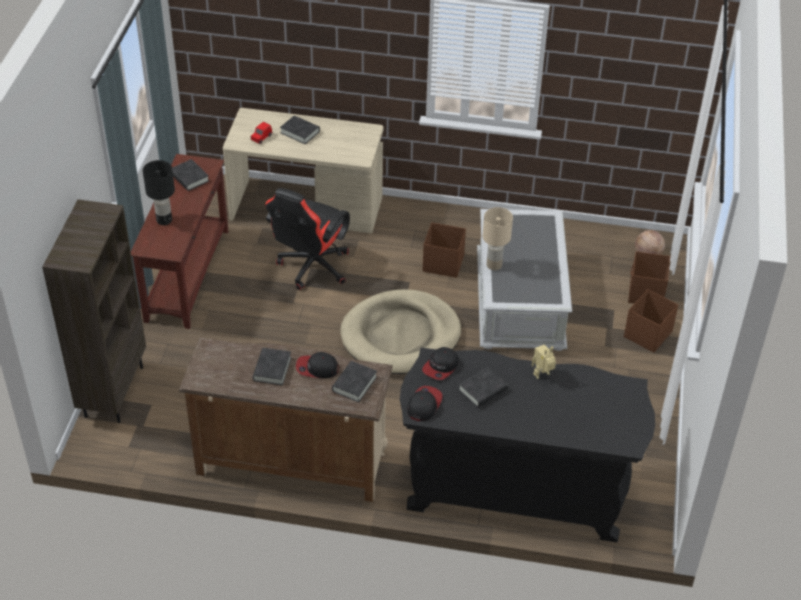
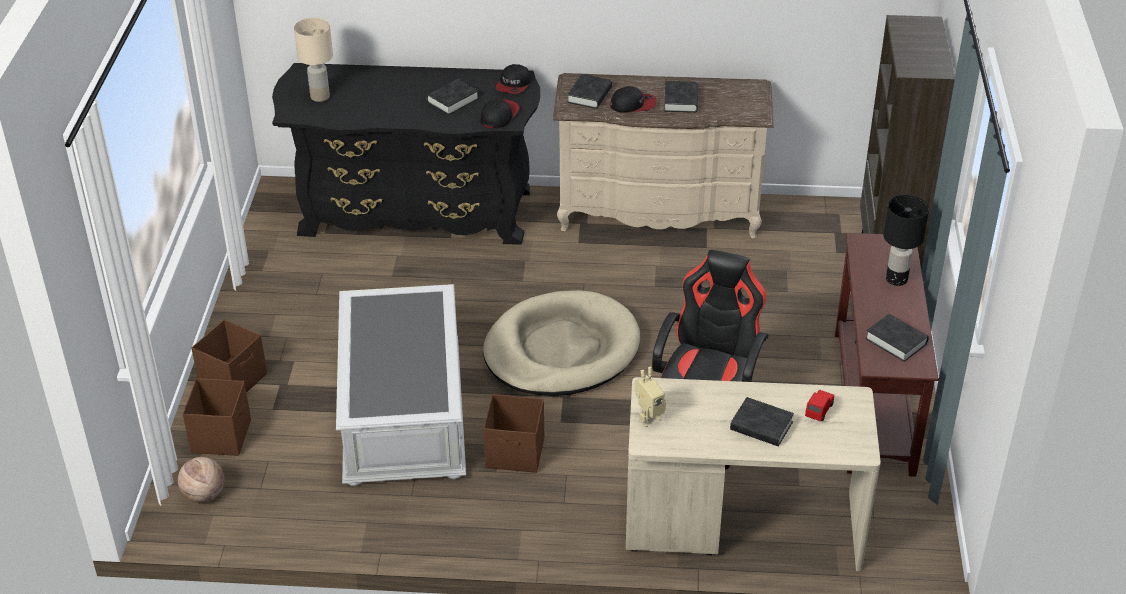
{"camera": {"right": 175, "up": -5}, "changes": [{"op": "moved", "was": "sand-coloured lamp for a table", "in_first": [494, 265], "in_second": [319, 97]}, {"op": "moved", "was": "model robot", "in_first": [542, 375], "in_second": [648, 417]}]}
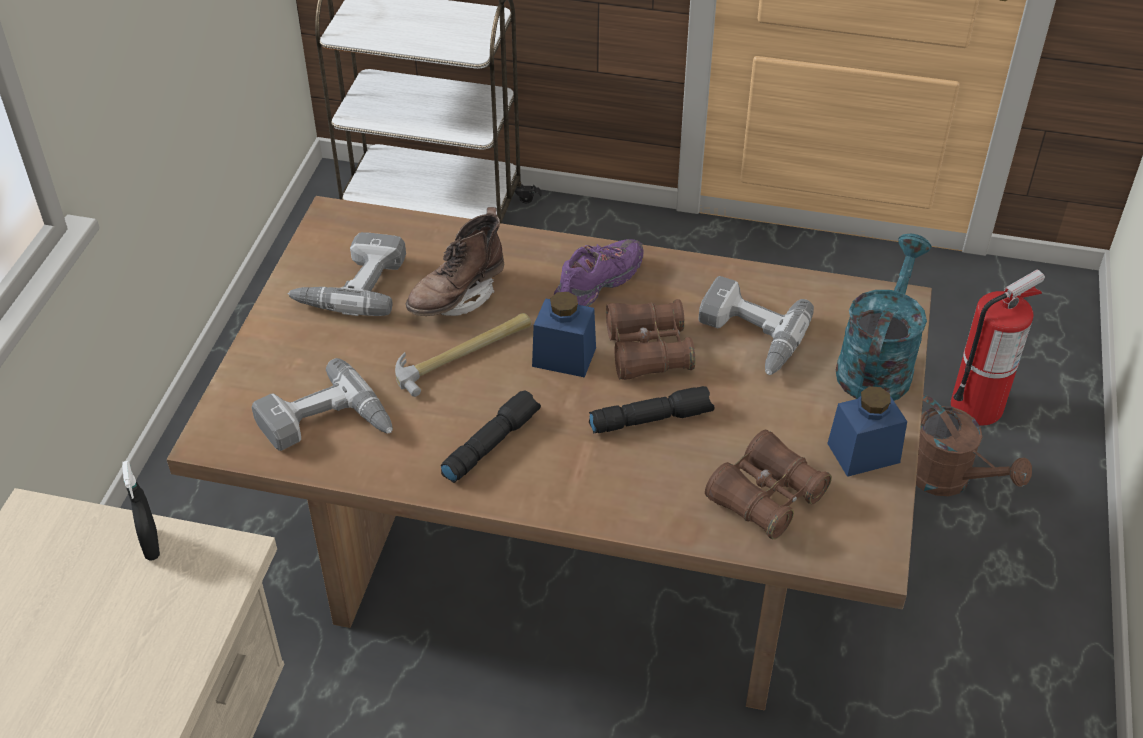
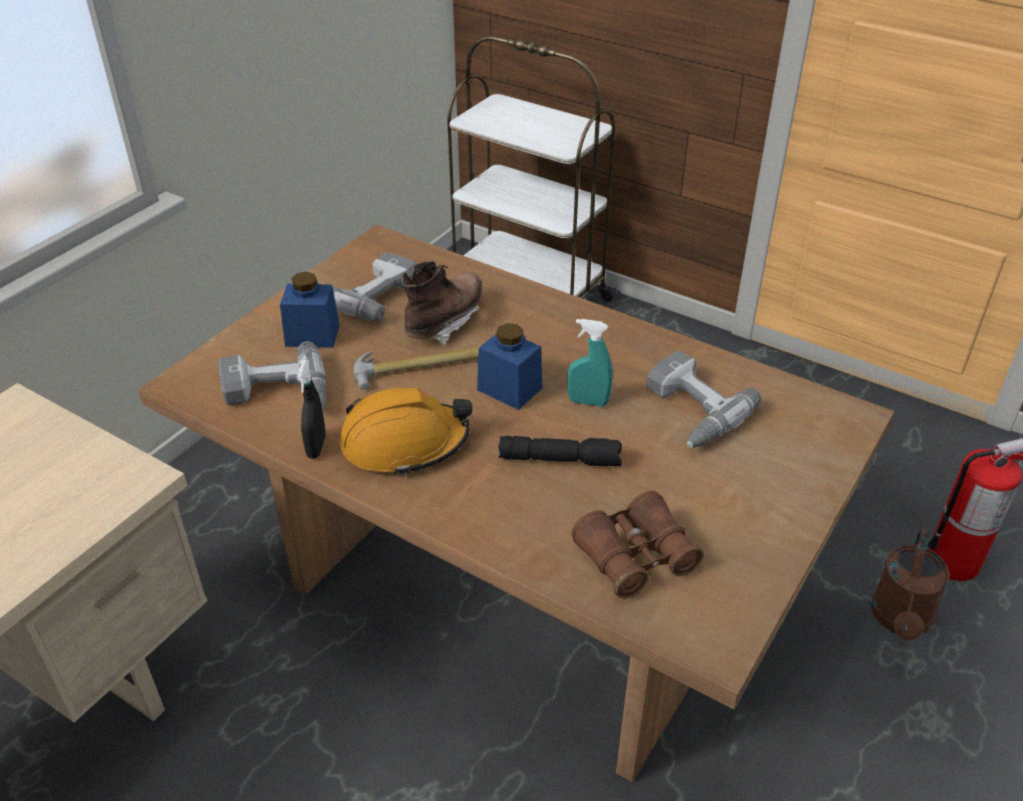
{"camera": {"right": 20, "up": -5}, "changes": [{"op": "moved", "was": "black-coloured sprayer", "in_first": [151, 545], "in_second": [316, 447]}, {"op": "turned", "was": "brown-coloured boot", "in_first": [457, 297], "in_second": [444, 321], "clockwise": 150}, {"op": "replaced", "was": "black-coloured hand torch", "now": "orangey hard hat", "in_first": [490, 443], "in_second": [404, 443]}, {"op": "removed", "was": "purple-coloured shoe", "in_first": [598, 284]}, {"op": "replaced", "was": "brown-coloured field glasses", "now": "turquoise sprayer", "in_first": [648, 351], "in_second": [588, 402]}, {"op": "moved", "was": "blue preserve jar", "in_first": [863, 453], "in_second": [312, 335]}, {"op": "removed", "was": "turquoise watering can", "in_first": [877, 363]}, {"op": "turned", "was": "brown-coloured watering can", "in_first": [949, 480], "in_second": [900, 621], "clockwise": 45}]}
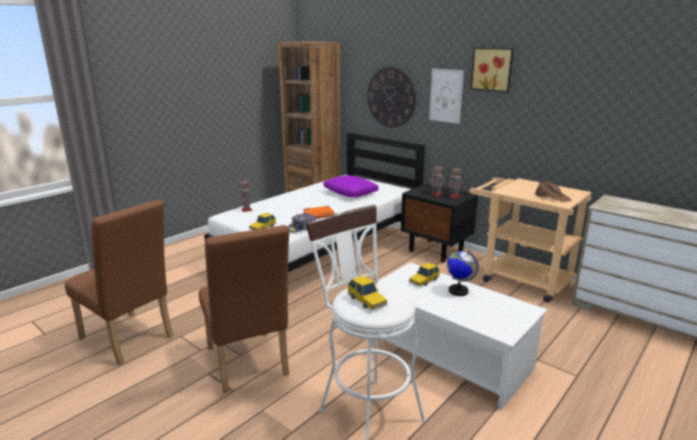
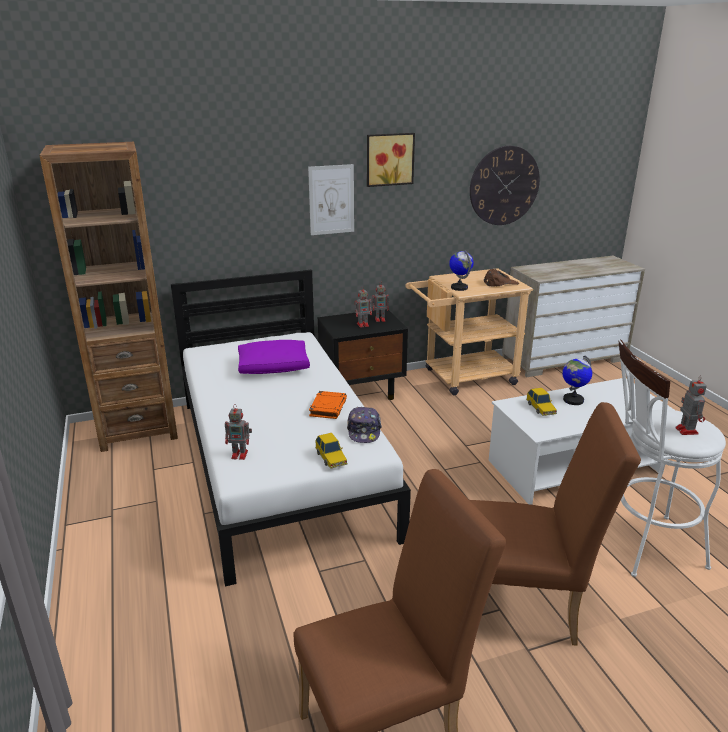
{"camera": {"right": -60, "up": 5}, "changes": [{"op": "replaced", "was": "model car", "now": "model robot", "in_first": [367, 300], "in_second": [686, 430]}, {"op": "moved", "was": "clock on the wall", "in_first": [391, 97], "in_second": [504, 186]}, {"op": "added", "now": "globe", "in_second": [459, 287]}]}
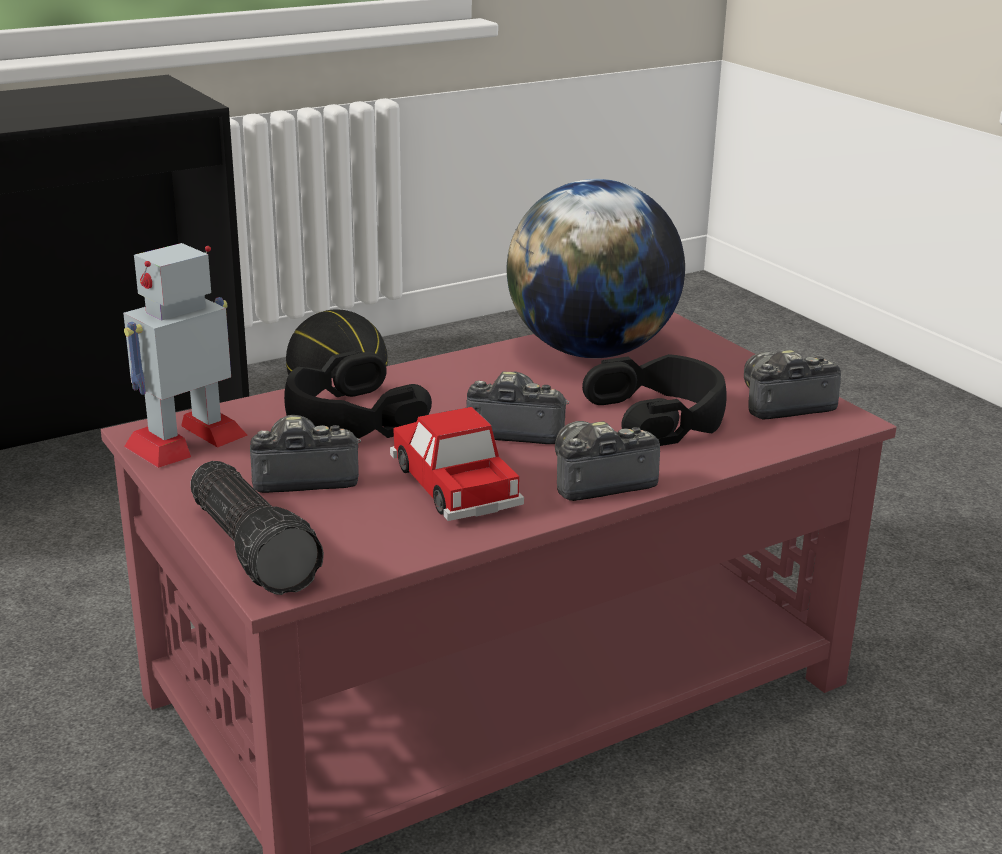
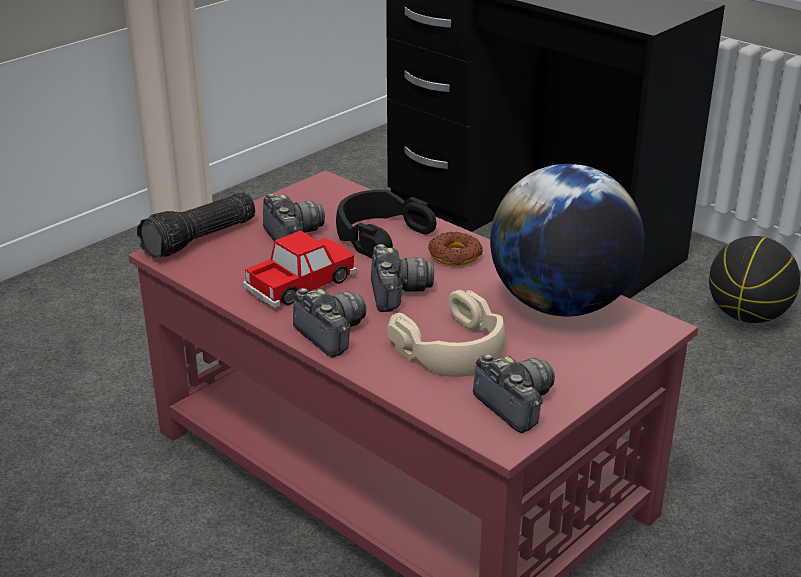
{"camera": {"right": 75, "up": 5}, "changes": [{"op": "removed", "was": "model robot", "in_first": [187, 440]}, {"op": "recoloured", "was": "black-coloured pair of headphones", "now": "sand-coloured pair of headphones", "in_first": [660, 416], "in_second": [452, 348]}, {"op": "added", "now": "ring doughnut", "in_second": [455, 255]}]}
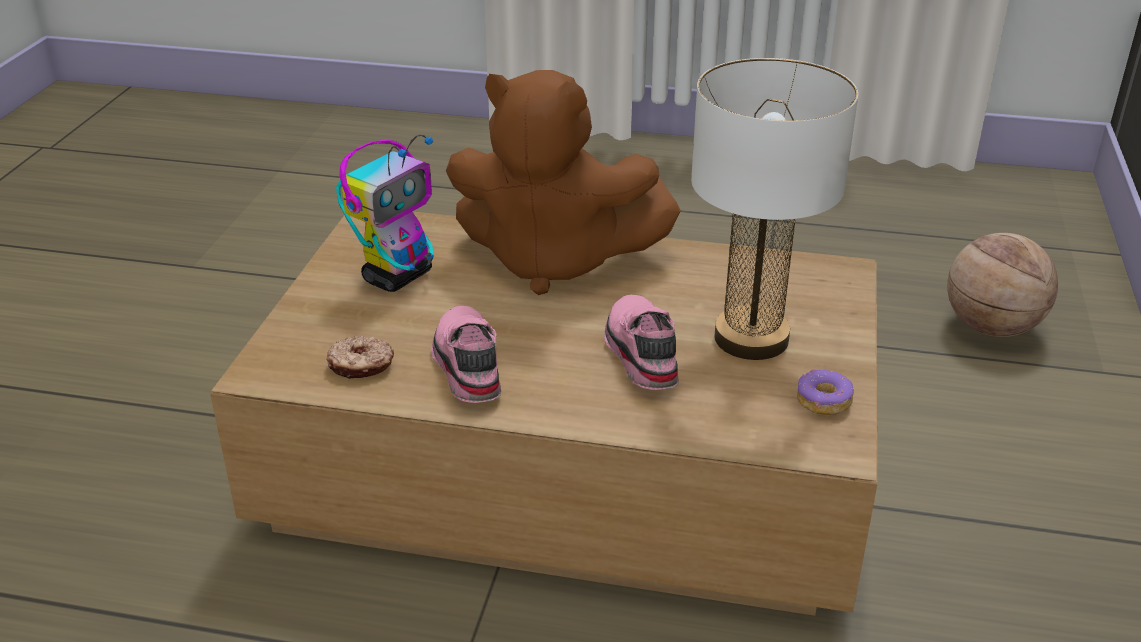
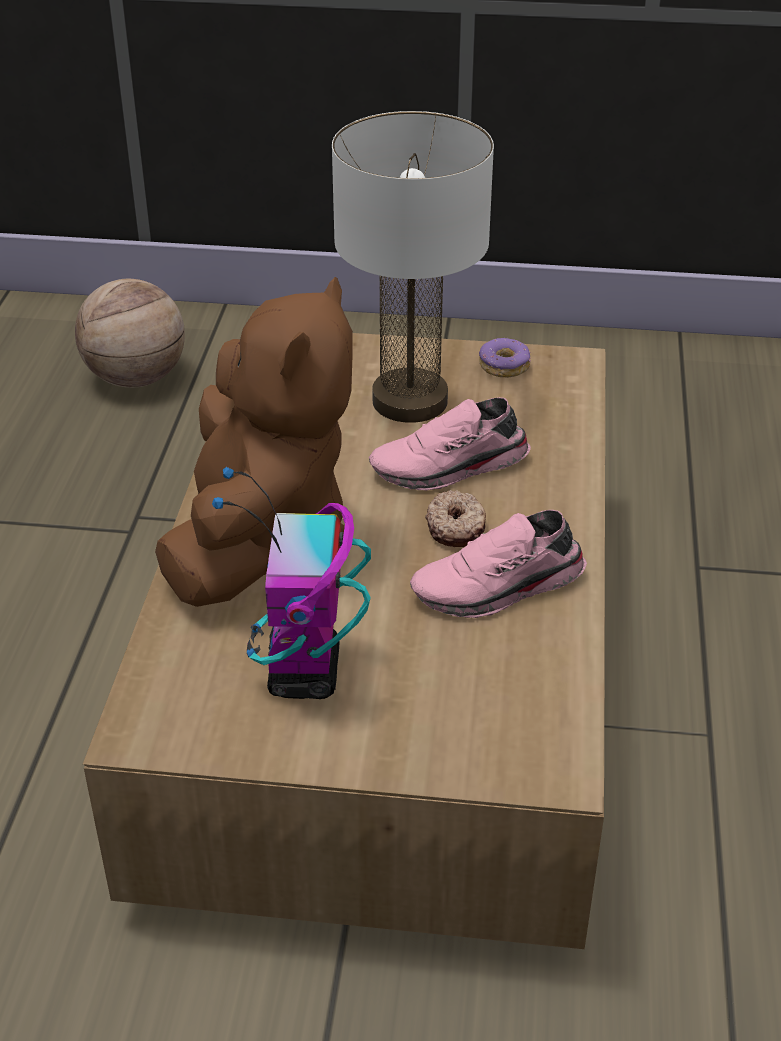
{"camera": {"right": -95, "up": 5}, "changes": [{"op": "moved", "was": "ring doughnut", "in_first": [361, 366], "in_second": [456, 527]}, {"op": "turned", "was": "model robot", "in_first": [398, 276], "in_second": [304, 674], "clockwise": -120}]}
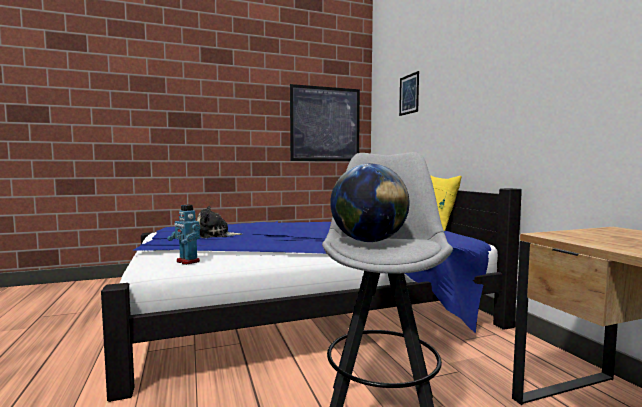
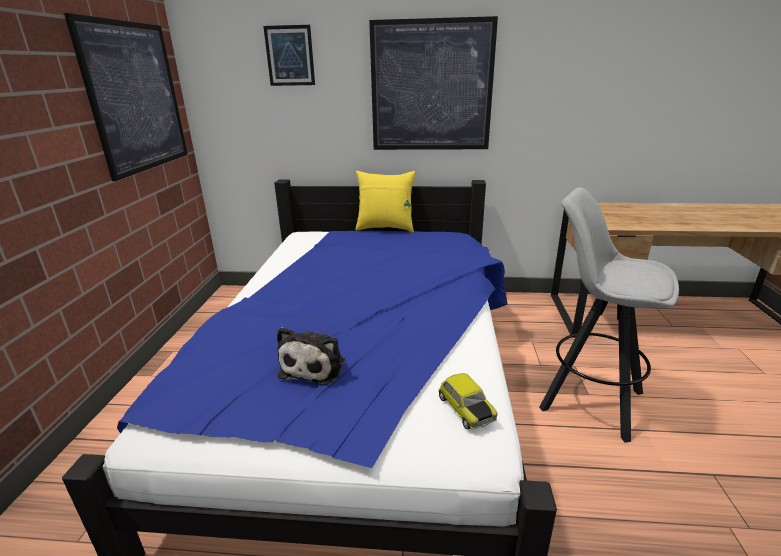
{"camera": {"right": -65, "up": 20}, "changes": [{"op": "replaced", "was": "model robot", "now": "model car", "in_first": [187, 261], "in_second": [465, 409]}, {"op": "removed", "was": "globe", "in_first": [368, 241]}, {"op": "added", "now": "picture", "in_second": [431, 87]}]}
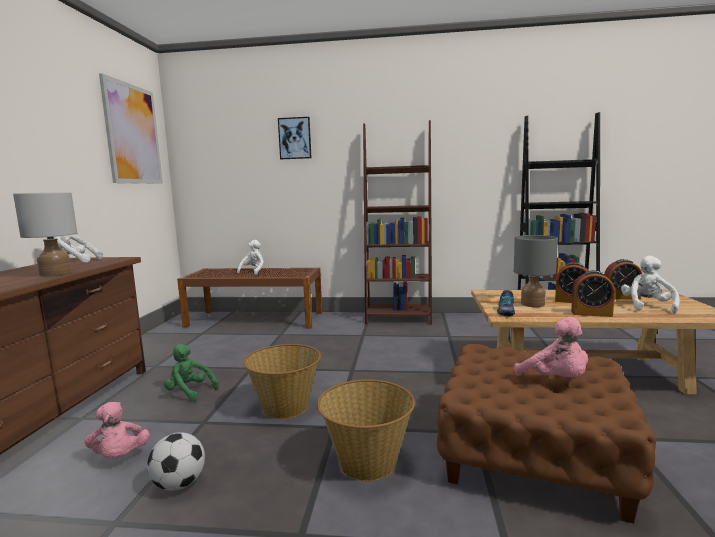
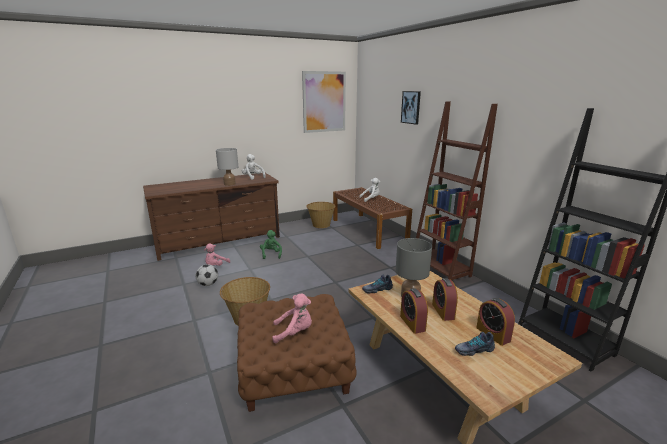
{"camera": {"right": 55, "up": 10}, "changes": [{"op": "moved", "was": "basket", "in_first": [285, 407], "in_second": [321, 225]}, {"op": "turned", "was": "pink soft toy", "in_first": [556, 380], "in_second": [294, 332], "clockwise": -120}, {"op": "replaced", "was": "whitish soft toy", "now": "shoe", "in_first": [647, 306], "in_second": [473, 349]}]}
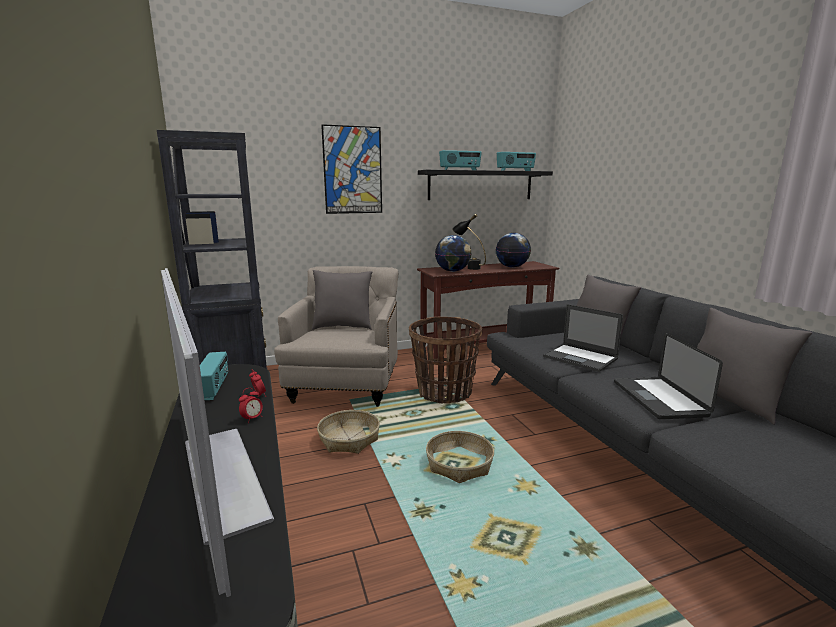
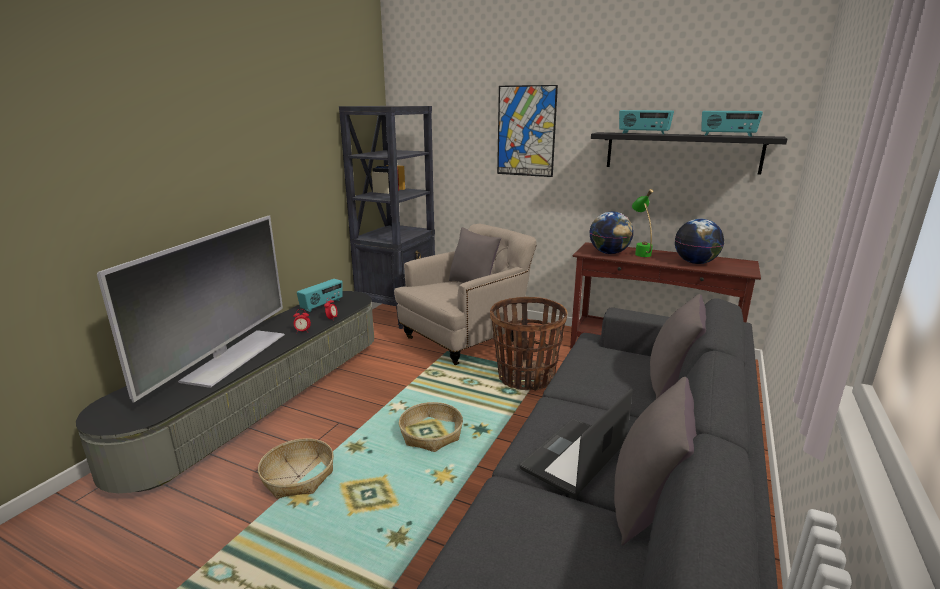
{"camera": {"right": 45, "up": 5}, "changes": [{"op": "moved", "was": "basket", "in_first": [349, 439], "in_second": [298, 476]}, {"op": "recoloured", "was": "black-coloured lamp for a table", "now": "green-coloured lamp for a table", "in_first": [468, 267], "in_second": [640, 252]}, {"op": "removed", "was": "laptop", "in_first": [581, 358]}]}
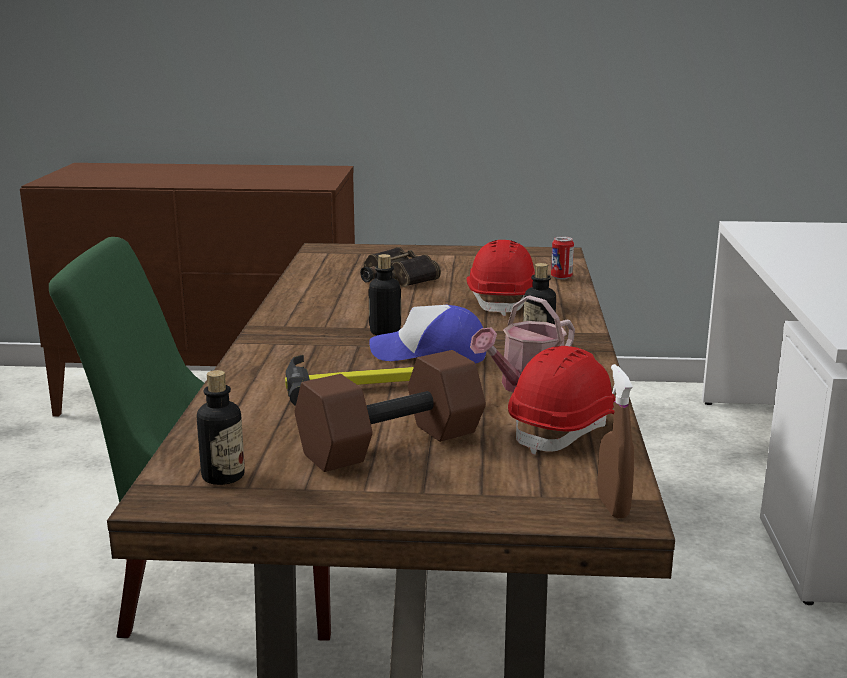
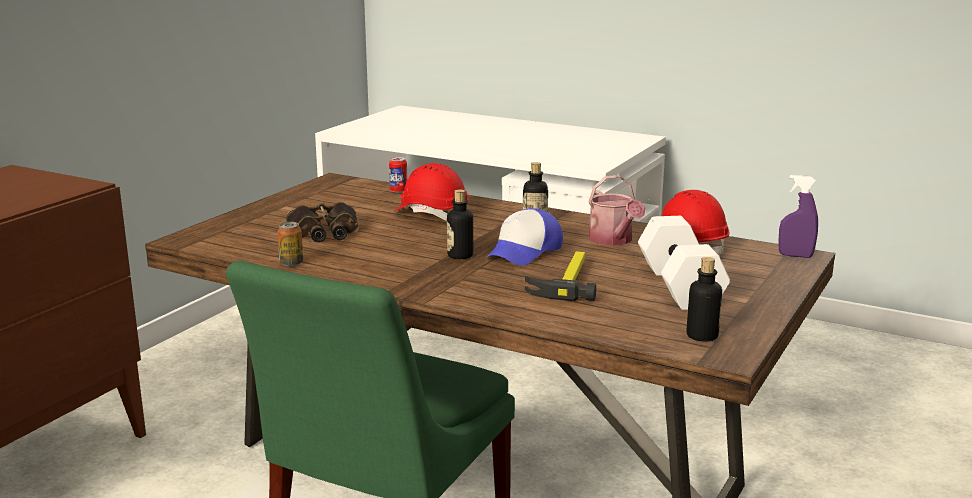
{"camera": {"right": -65, "up": 0}, "changes": [{"op": "recoloured", "was": "brown-coloured hand weight", "now": "whitish hand weight", "in_first": [391, 442], "in_second": [677, 286]}, {"op": "recoloured", "was": "brown-coloured sprayer", "now": "purple-coloured sprayer", "in_first": [612, 506], "in_second": [795, 255]}, {"op": "added", "now": "sealed can", "in_second": [291, 263]}]}
